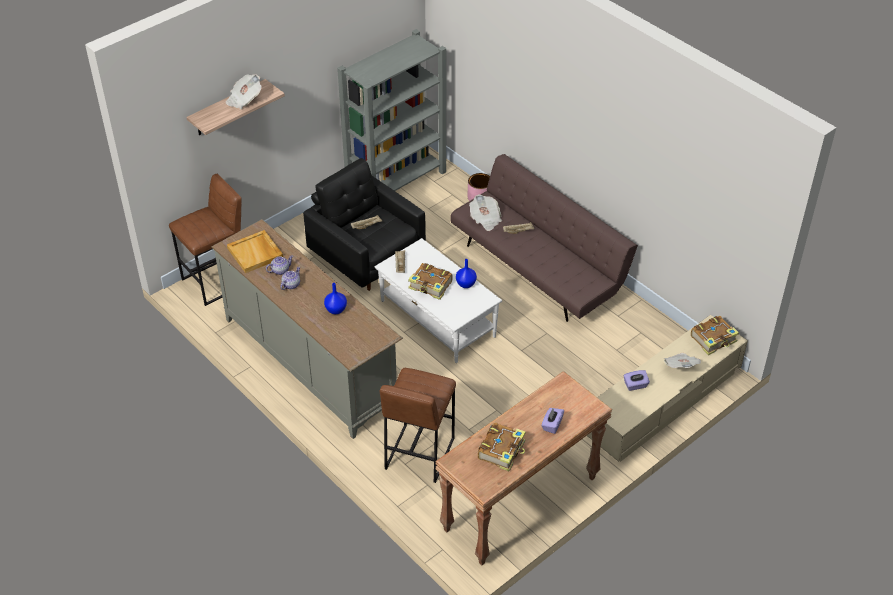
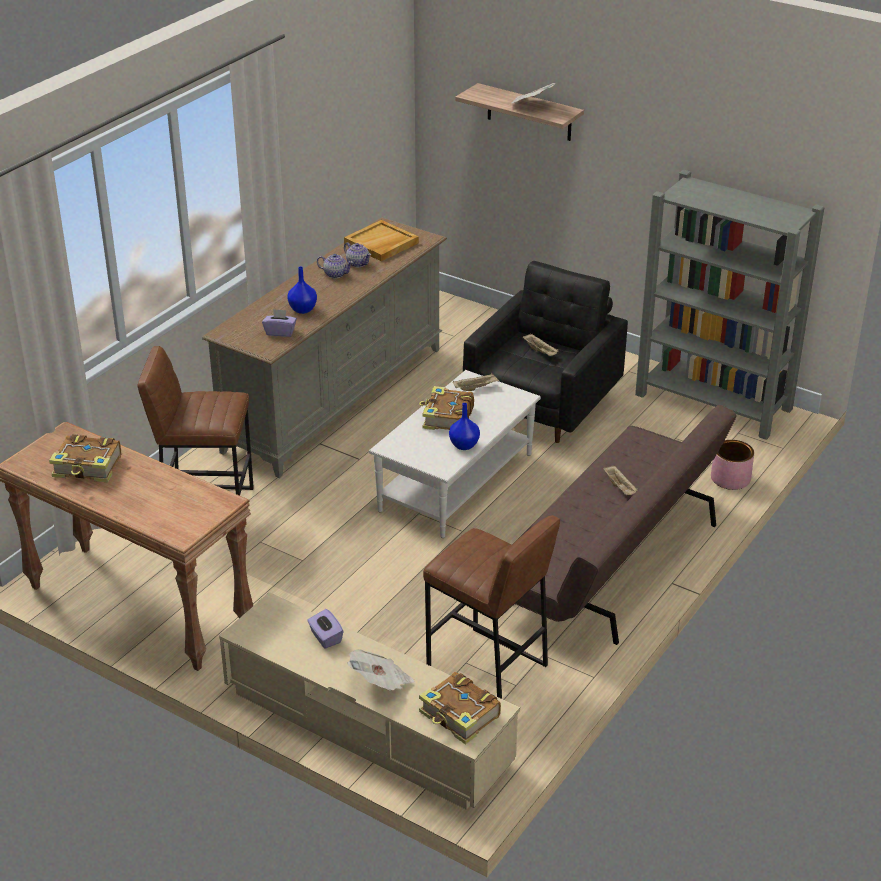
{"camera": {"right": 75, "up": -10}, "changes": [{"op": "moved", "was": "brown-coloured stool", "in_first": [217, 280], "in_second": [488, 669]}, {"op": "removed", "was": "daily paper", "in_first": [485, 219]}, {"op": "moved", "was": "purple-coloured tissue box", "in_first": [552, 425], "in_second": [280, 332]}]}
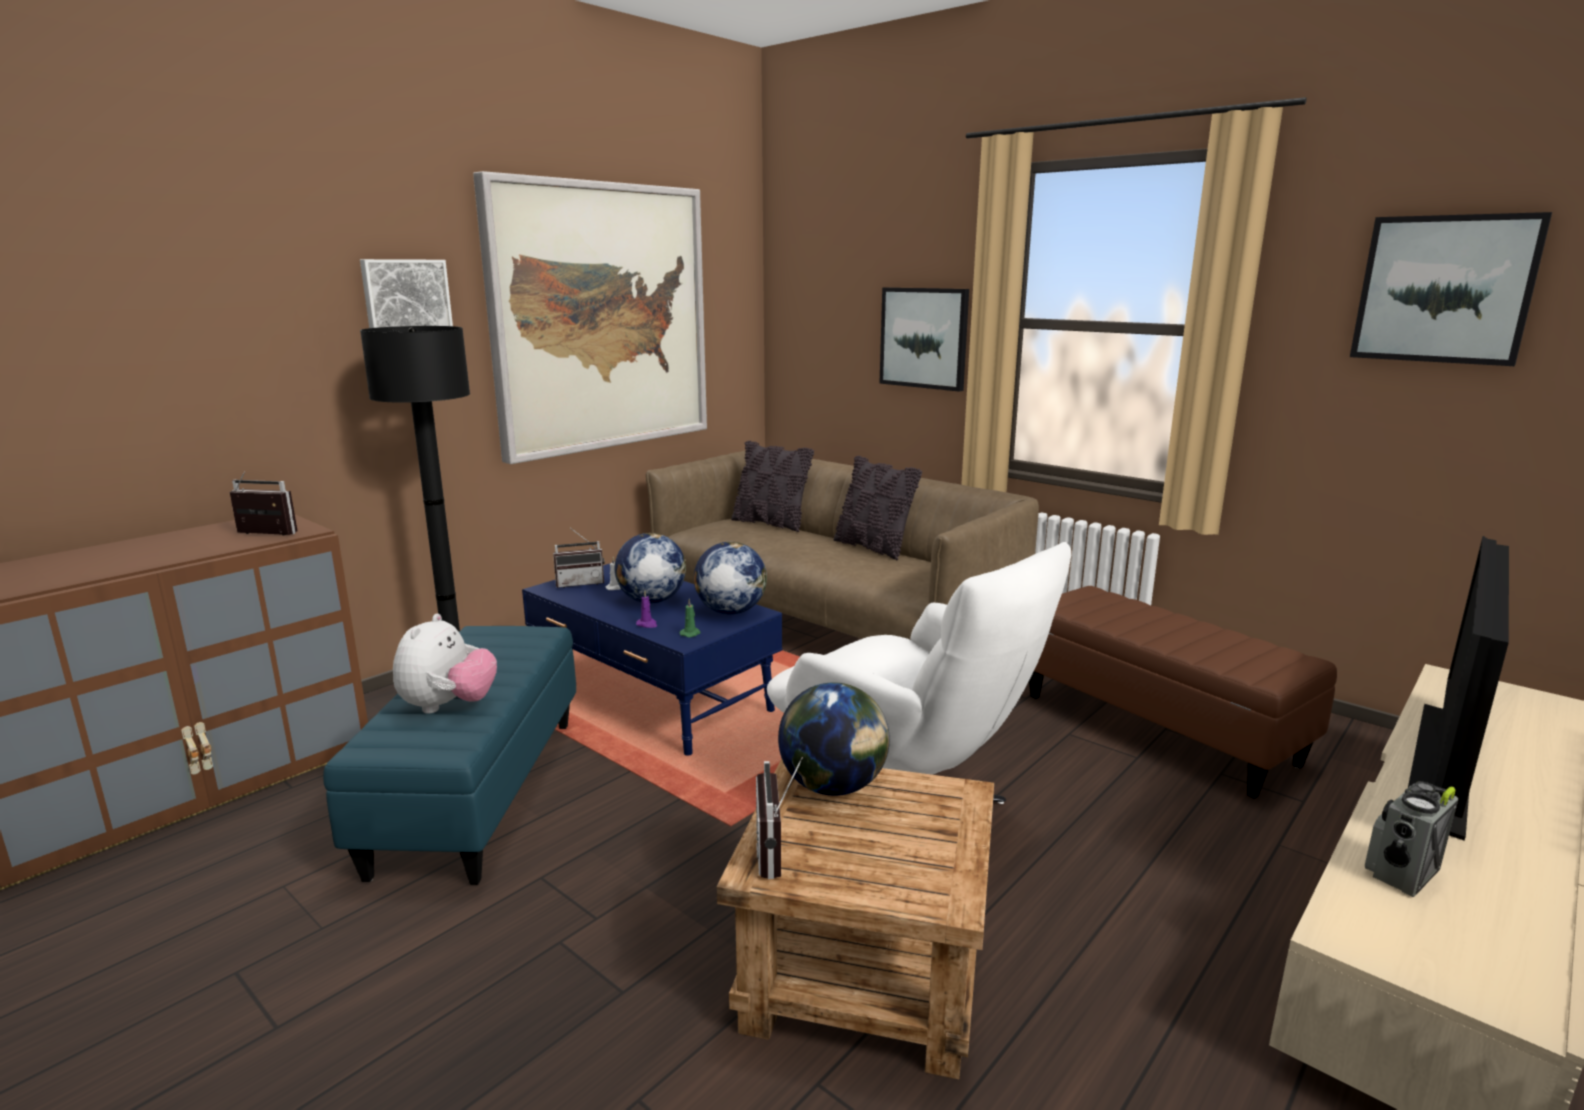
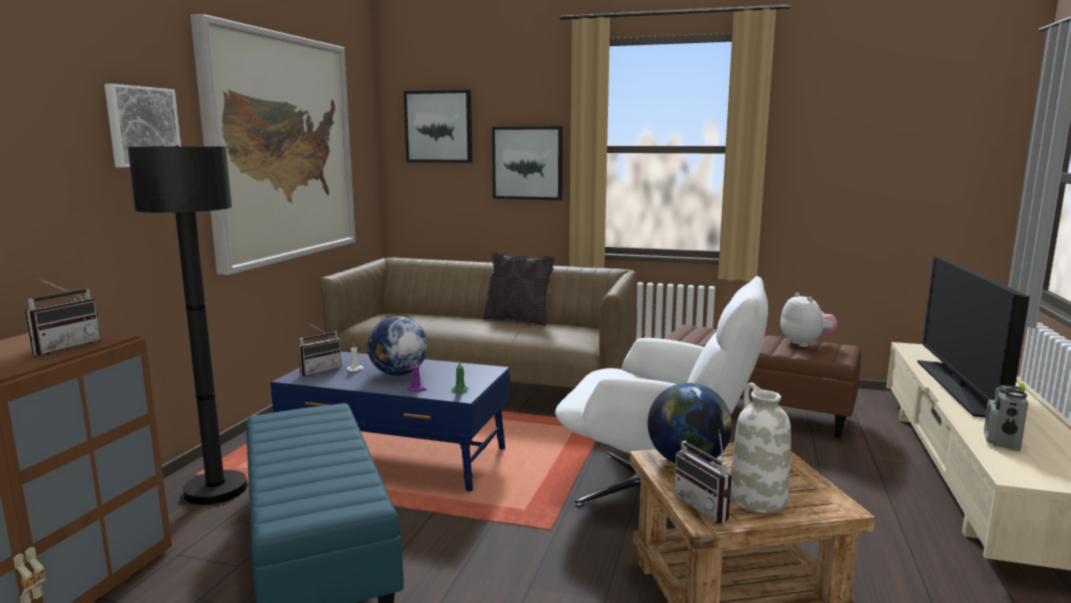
{"camera": {"right": -25, "up": -5}, "changes": [{"op": "turned", "was": "radio receiver", "in_first": [262, 535], "in_second": [64, 347], "clockwise": 135}, {"op": "moved", "was": "soft toy", "in_first": [448, 706], "in_second": [805, 344]}, {"op": "removed", "was": "globe", "in_first": [730, 611]}, {"op": "removed", "was": "black-coloured throw pillow", "in_first": [771, 523]}, {"op": "moved", "was": "picture", "in_first": [1444, 289], "in_second": [439, 126]}, {"op": "added", "now": "whitish vase", "in_second": [756, 499]}]}
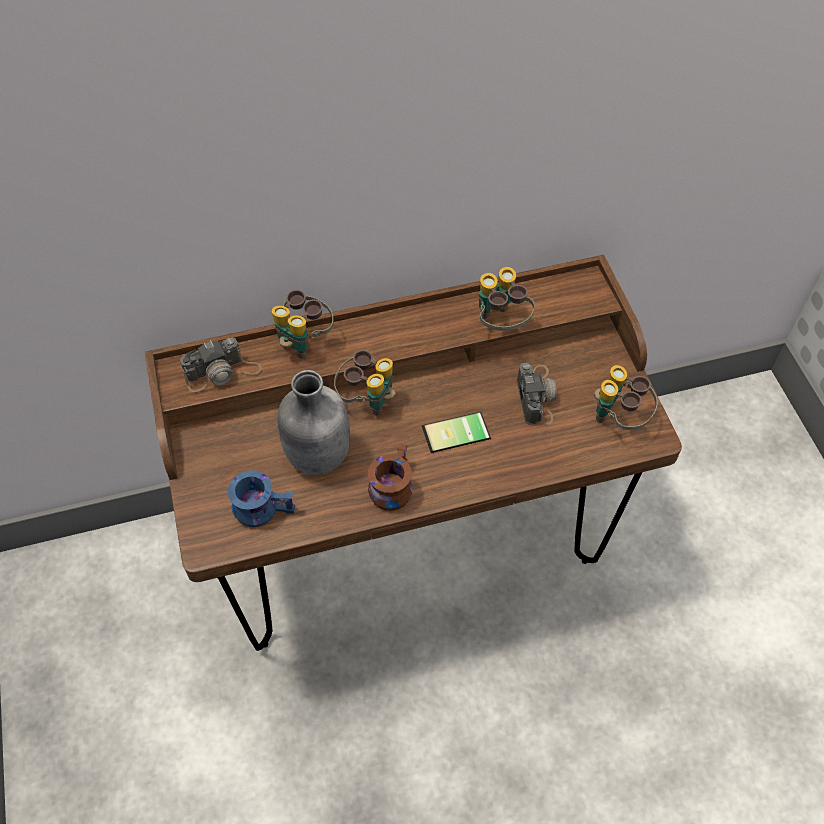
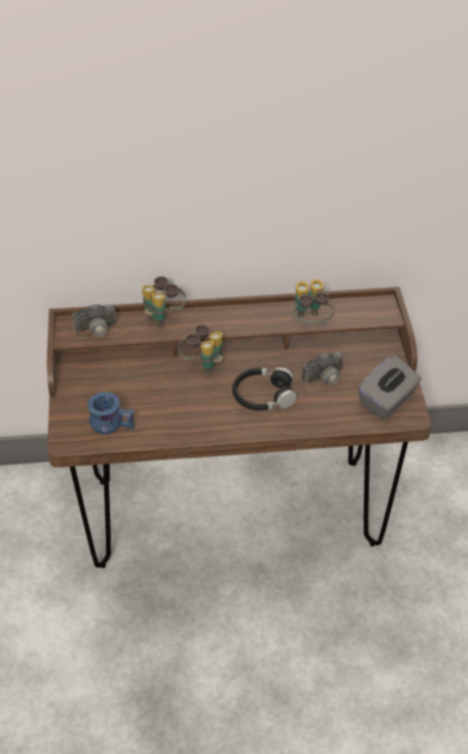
{"camera": {"right": 10, "up": -10}, "changes": [{"op": "removed", "was": "grey drink bottle", "in_first": [317, 456]}, {"op": "removed", "was": "brown-coloured coffee mug", "in_first": [389, 485]}, {"op": "replaced", "was": "telephone", "now": "black-coloured pair of headphones", "in_first": [457, 435], "in_second": [263, 396]}, {"op": "turned", "was": "photo camera", "in_first": [536, 394], "in_second": [329, 377], "clockwise": 60}, {"op": "replaced", "was": "field glasses", "now": "grey tissue box", "in_first": [618, 418], "in_second": [387, 401]}]}
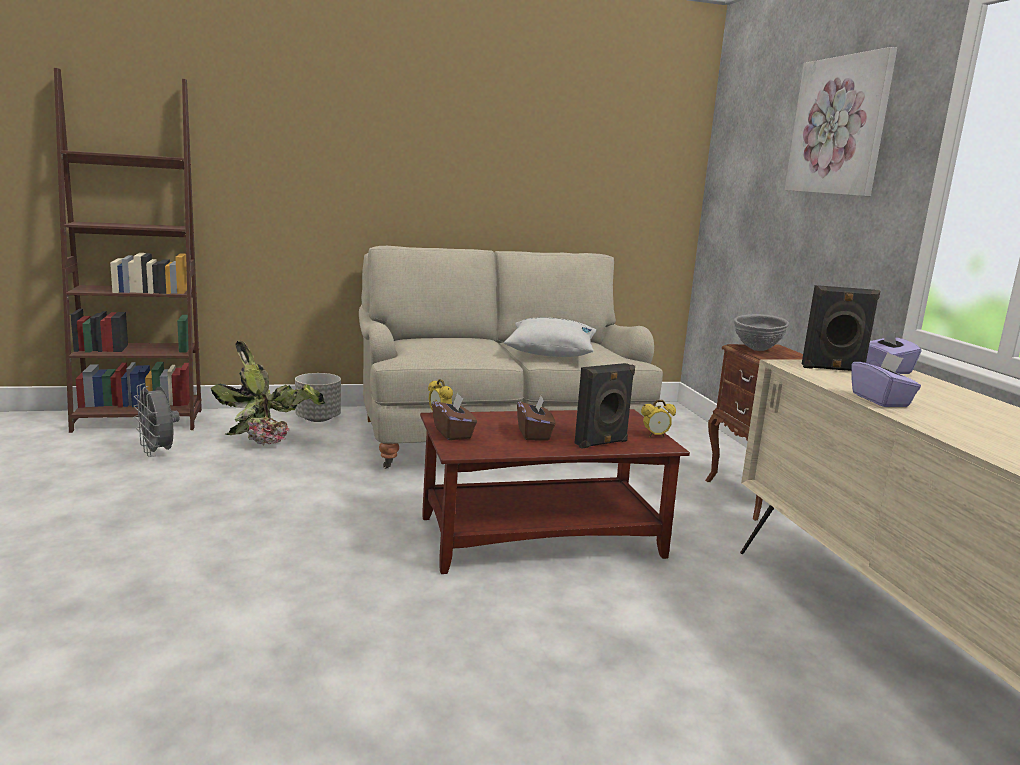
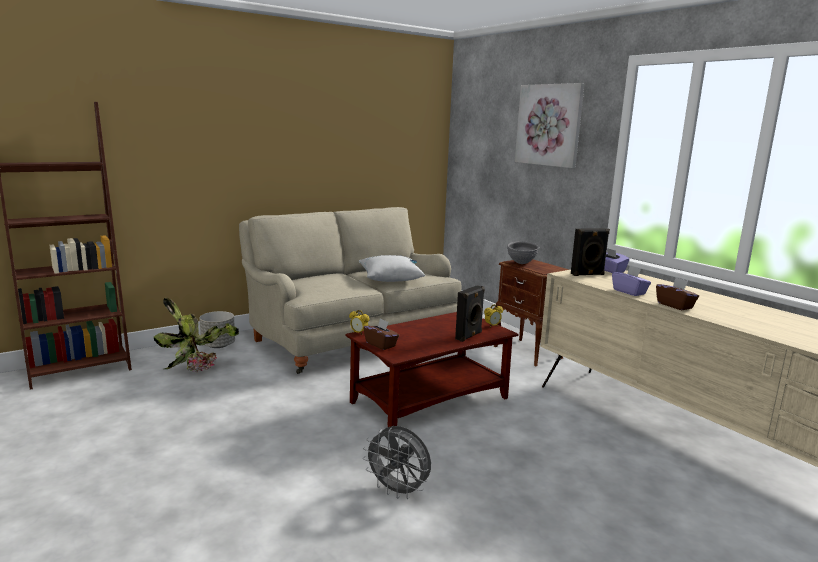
{"camera": {"right": -20, "up": 0}, "changes": [{"op": "moved", "was": "grey fan", "in_first": [158, 453], "in_second": [398, 491]}, {"op": "moved", "was": "brown-coloured tissue box", "in_first": [534, 434], "in_second": [675, 305]}]}
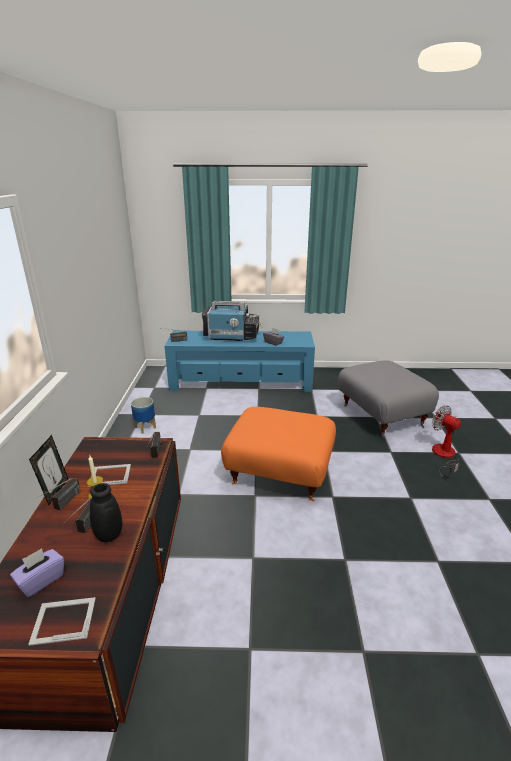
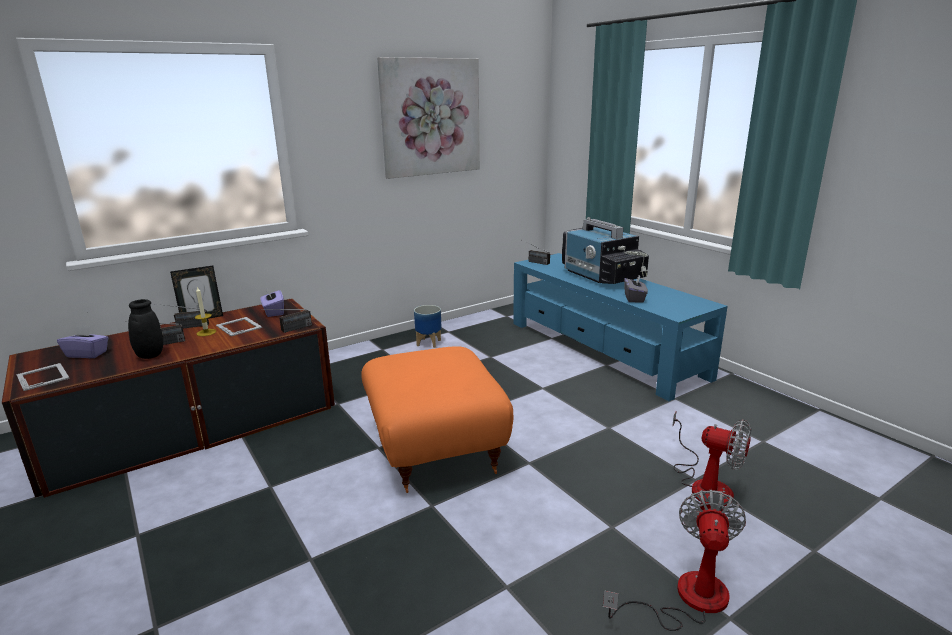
{"camera": {"right": 55, "up": -5}, "changes": [{"op": "replaced", "was": "grey pouffe", "now": "fan", "in_first": [380, 416], "in_second": [705, 484]}, {"op": "added", "now": "purple-coloured tissue box", "in_second": [273, 312]}, {"op": "added", "now": "picture", "in_second": [430, 117]}]}
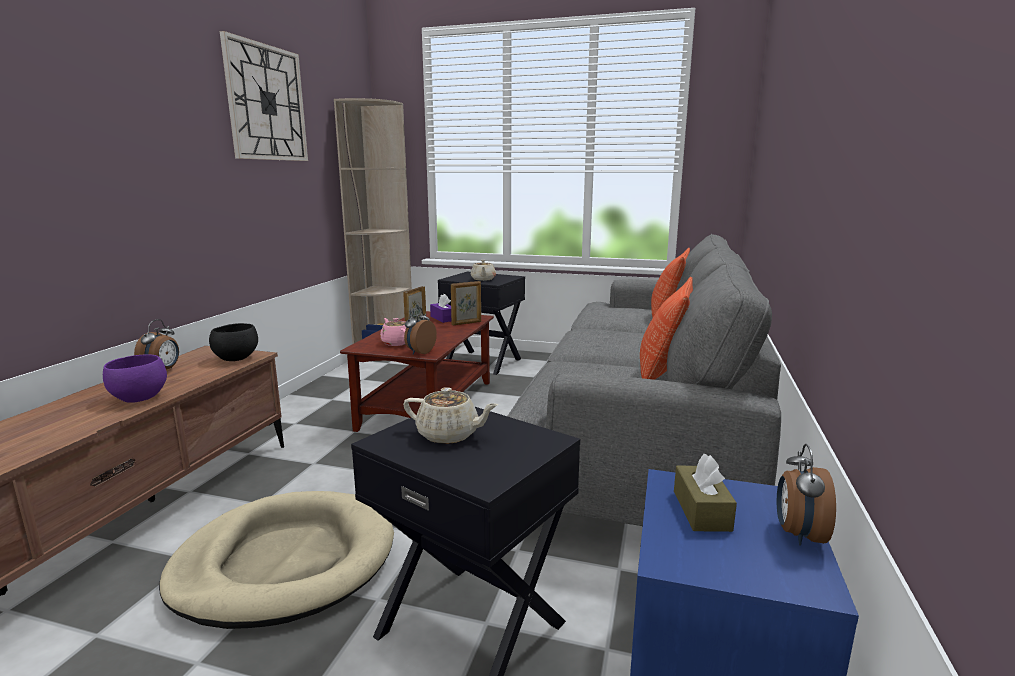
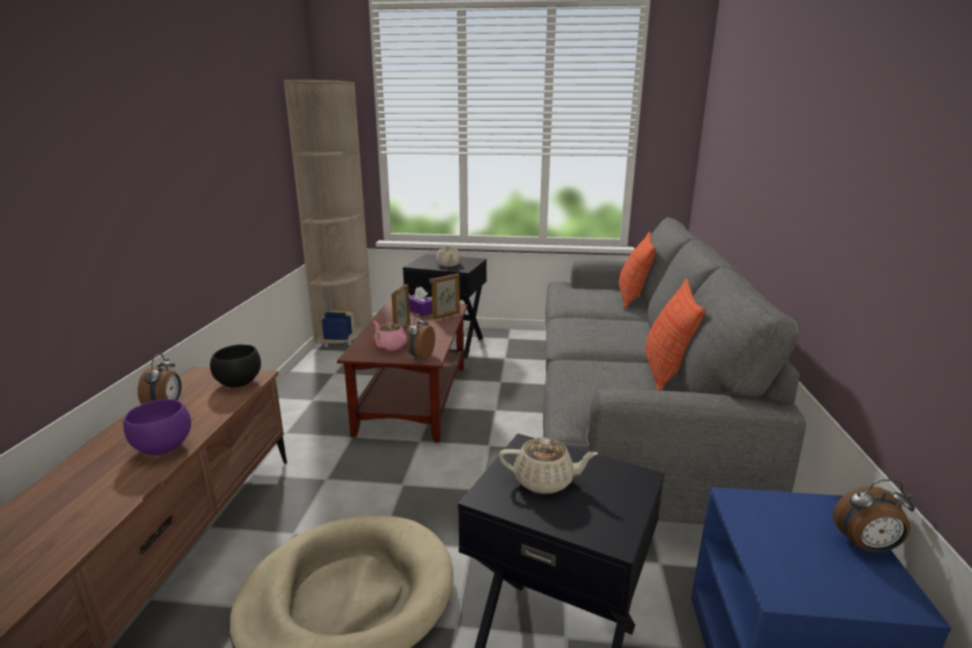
{"camera": {"right": -10, "up": 5}, "changes": [{"op": "removed", "was": "clock on the wall", "in_first": [266, 103]}, {"op": "removed", "was": "brown-coloured tissue box", "in_first": [701, 510]}, {"op": "turned", "was": "bedside clock", "in_first": [798, 534], "in_second": [866, 547], "clockwise": -90}]}
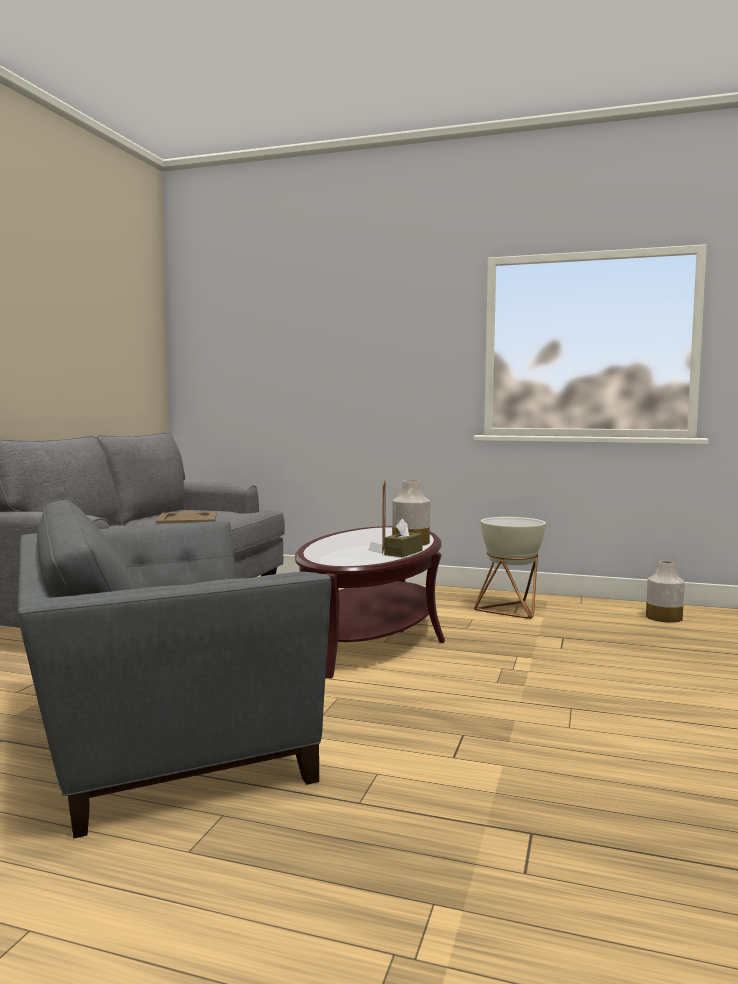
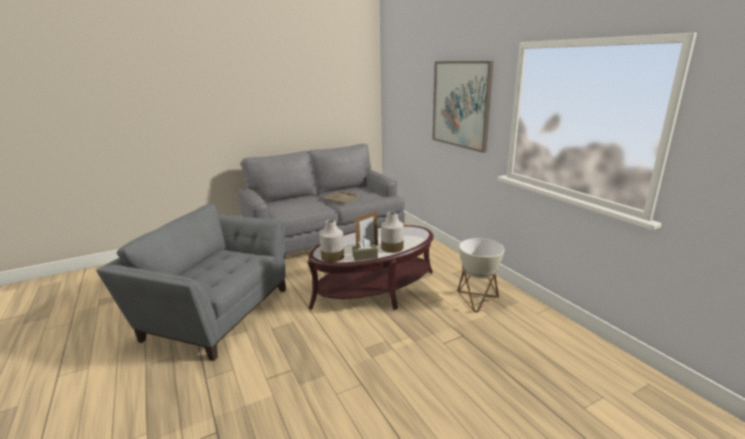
{"camera": {"right": 45, "up": 15}, "changes": [{"op": "moved", "was": "sand-coloured vase", "in_first": [664, 617], "in_second": [333, 256]}, {"op": "added", "now": "picture", "in_second": [461, 104]}]}
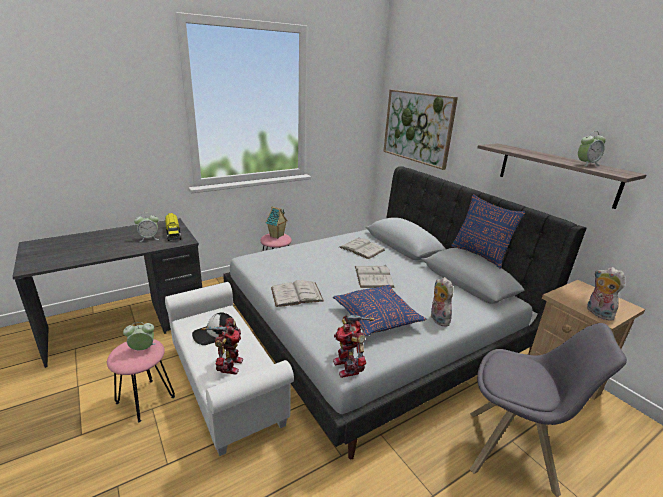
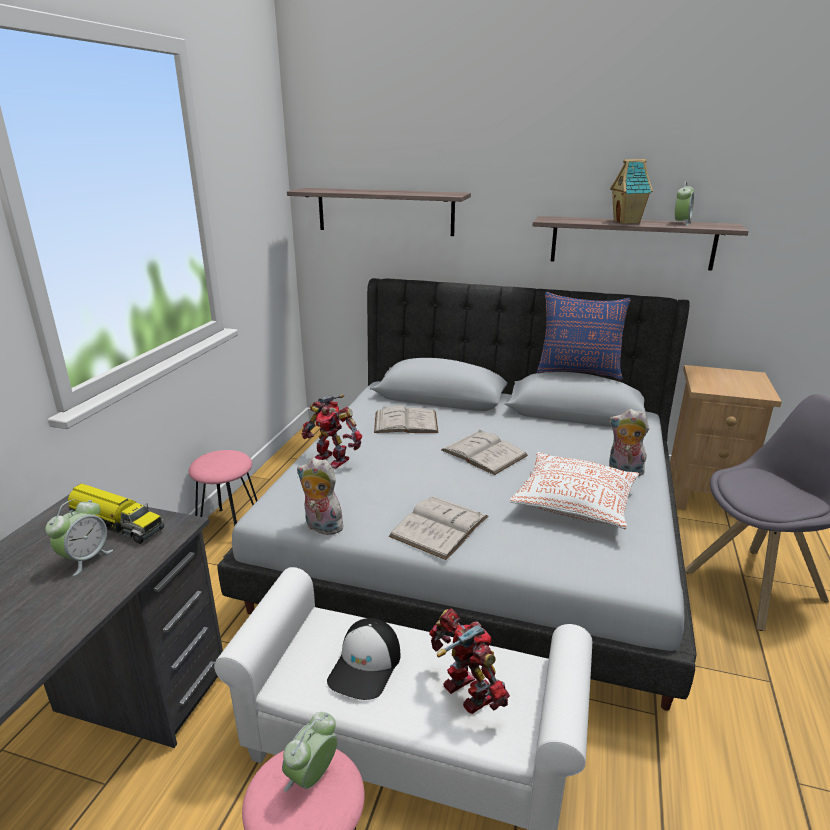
{"camera": {"right": -40, "up": 0}, "changes": [{"op": "moved", "was": "model house", "in_first": [277, 236], "in_second": [627, 222]}, {"op": "recoloured", "was": "blue throw pillow", "now": "whitish throw pillow", "in_first": [377, 318], "in_second": [575, 504]}, {"op": "moved", "was": "model robot", "in_first": [348, 366], "in_second": [332, 459]}, {"op": "replaced", "was": "picture", "now": "bracket shelf", "in_first": [417, 127], "in_second": [385, 211]}, {"op": "moved", "was": "soft toy", "in_first": [597, 313], "in_second": [321, 527]}]}
